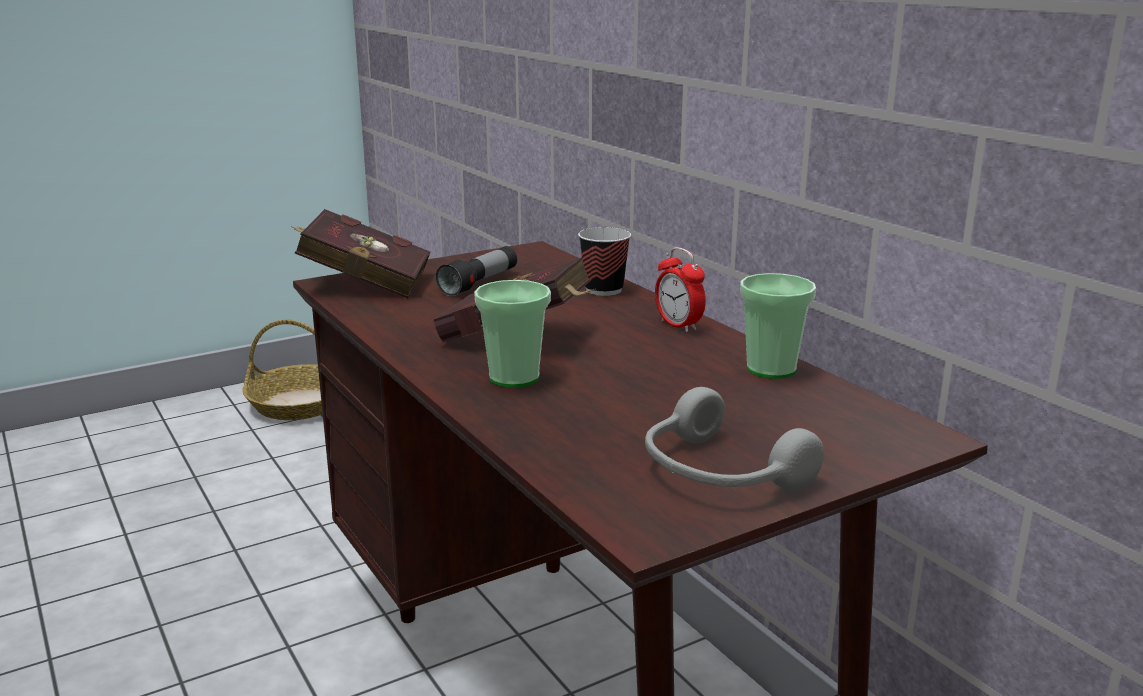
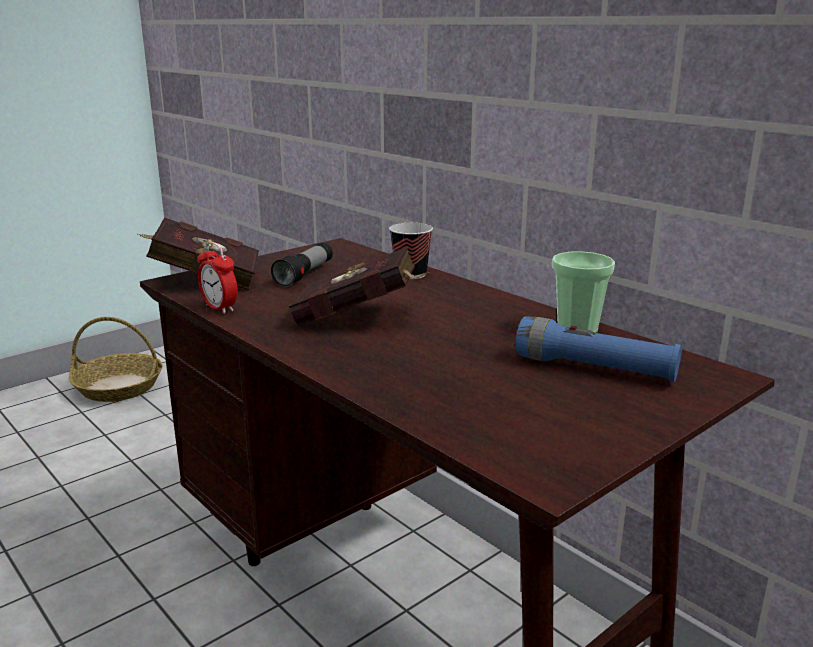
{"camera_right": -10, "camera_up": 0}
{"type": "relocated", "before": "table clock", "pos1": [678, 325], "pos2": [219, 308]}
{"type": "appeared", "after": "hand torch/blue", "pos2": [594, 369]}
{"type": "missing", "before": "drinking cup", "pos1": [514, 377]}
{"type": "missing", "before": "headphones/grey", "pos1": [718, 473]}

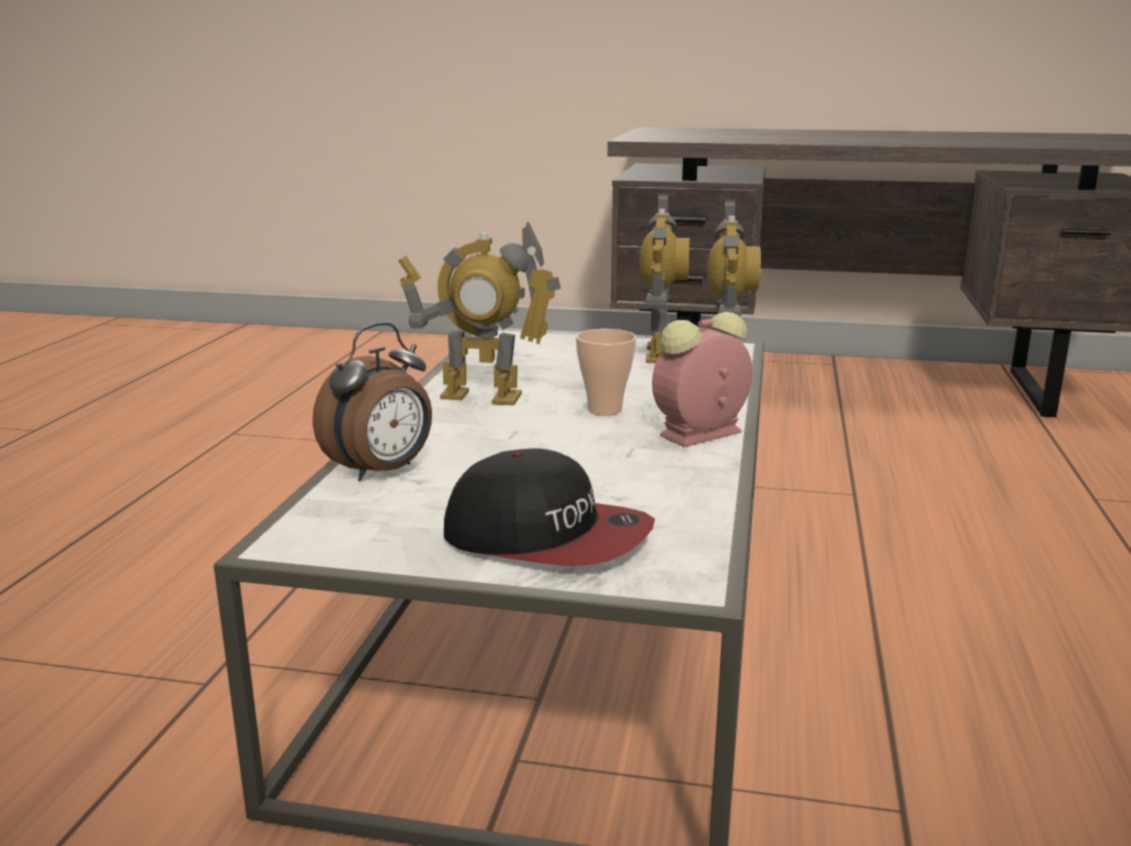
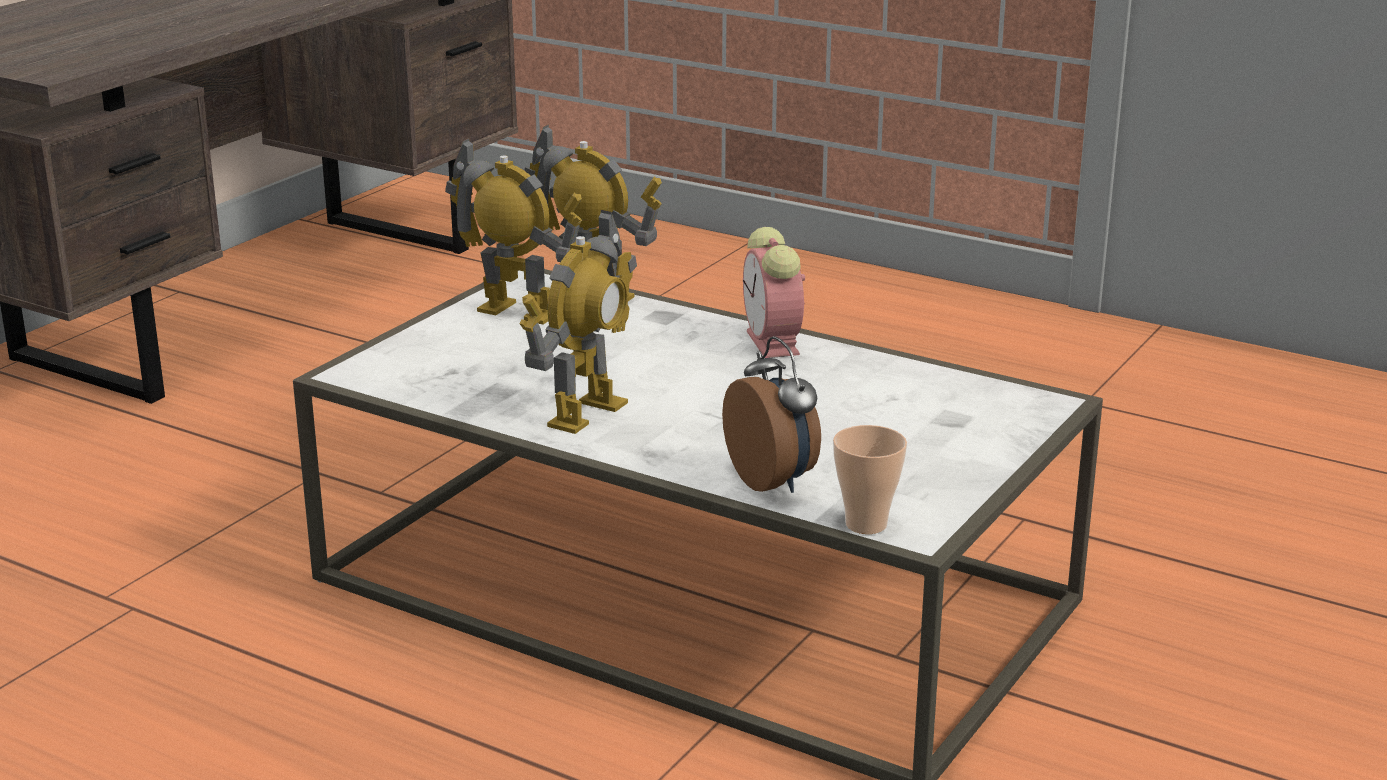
{"camera_right": -70, "camera_up": 5}
{"type": "relocated", "before": "drinking cup", "pos1": [605, 410], "pos2": [866, 524]}
{"type": "missing", "before": "peaked cap", "pos1": [547, 537]}

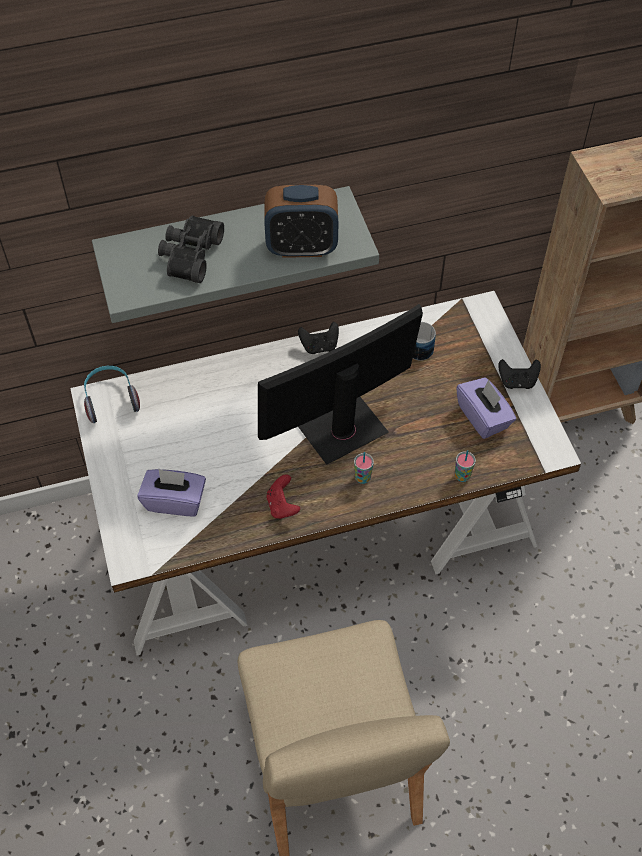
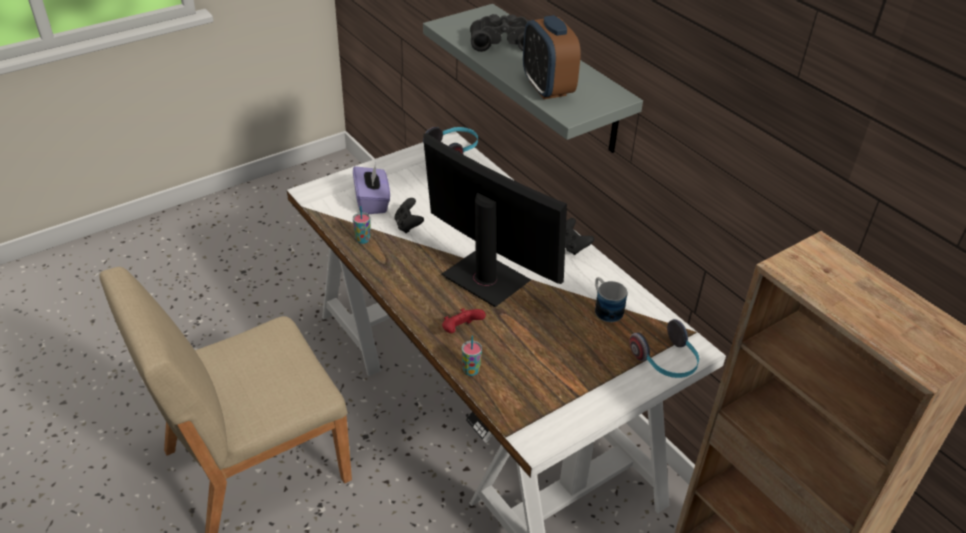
{"camera_right": 70, "camera_up": -15}
{"type": "relocated", "before": "drinking cup", "pos1": [362, 478], "pos2": [363, 240]}
{"type": "relocated", "before": "game controller/black", "pos1": [517, 382], "pos2": [408, 225]}
{"type": "relocated", "before": "game controller/red", "pos1": [282, 506], "pos2": [461, 330]}
{"type": "appeared", "after": "headphones", "pos2": [666, 362]}
{"type": "missing", "before": "box of tissues/purplish", "pos1": [483, 417]}

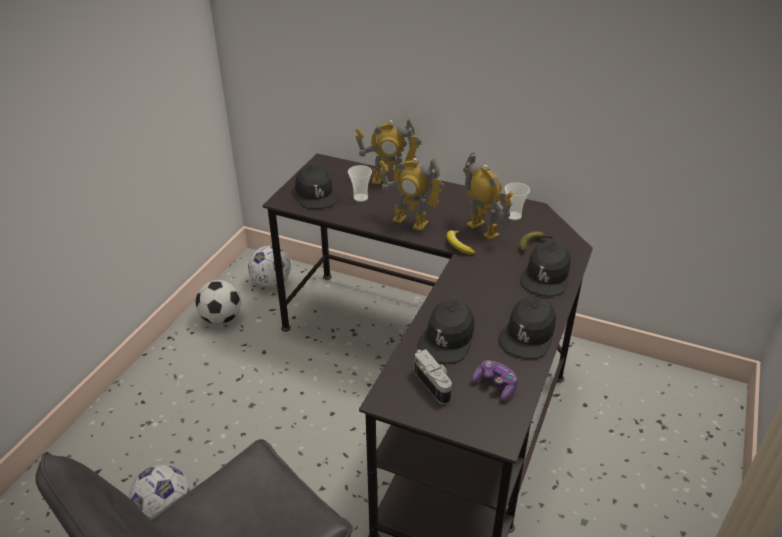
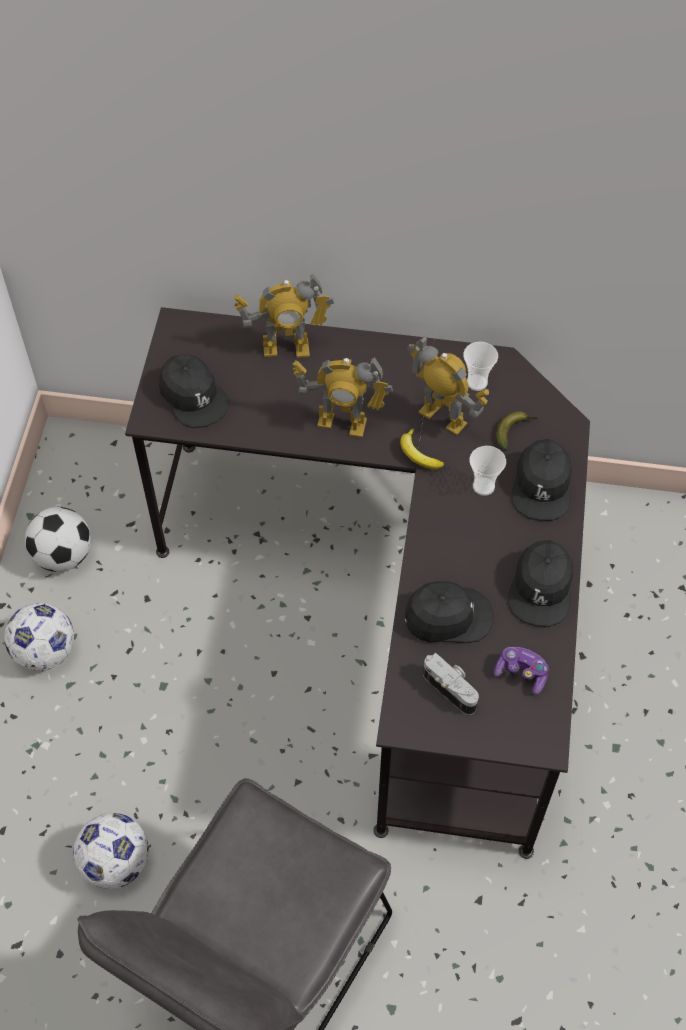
{"camera_right": -15, "camera_up": 20}
{"type": "relocated", "before": "football ball", "pos1": [272, 282], "pos2": [46, 651]}
{"type": "spun", "before": "peaked cap/black", "pos1": [447, 339], "pos2": [448, 617], "turn": -105}
{"type": "relocated", "before": "drinking cup", "pos1": [360, 198], "pos2": [483, 486]}

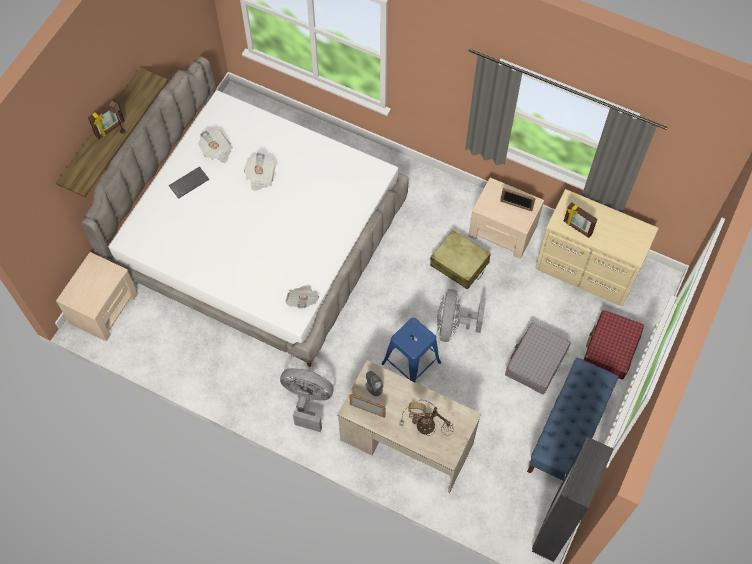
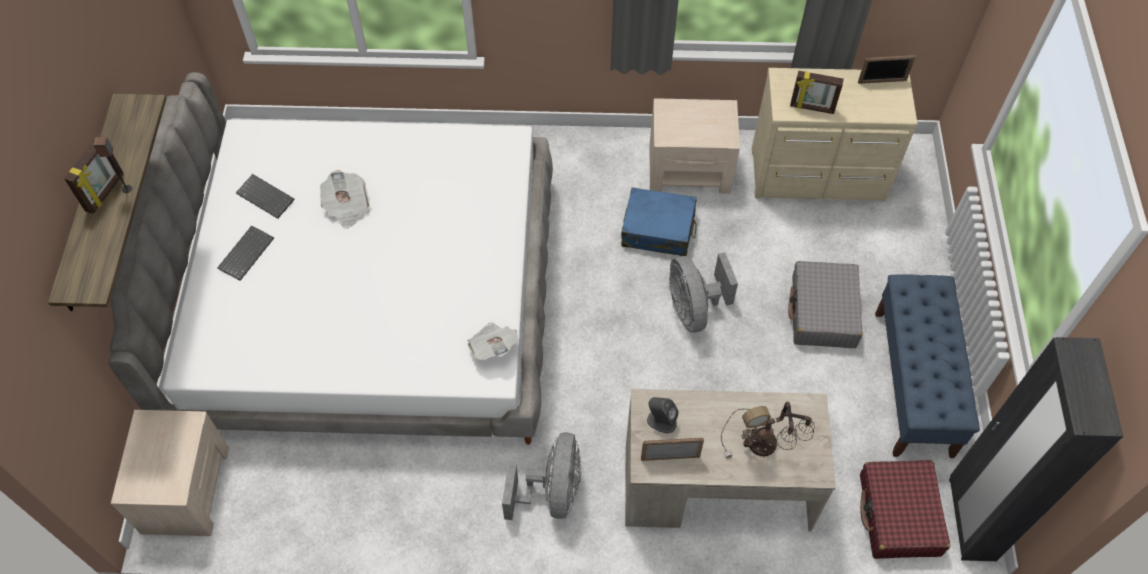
{"camera_right": -25, "camera_up": -5}
{"type": "exchanged", "before": "newspaper", "after": "keyboard", "pos1": [216, 151], "pos2": [267, 197]}
{"type": "spun", "before": "cooling fan/grey", "pos1": [308, 401], "pos2": [551, 492], "turn": 105}
{"type": "colour", "before": "travel case/beige", "after": "travel case/blue", "pos1": [459, 264], "pos2": [658, 230]}
{"type": "relocated", "before": "picture frame", "pos1": [516, 206], "pos2": [882, 81]}
{"type": "relocated", "before": "travel case/red", "pos1": [610, 348], "pos2": [899, 515]}
{"type": "missing", "before": "sitting stool/blue", "pos1": [411, 363]}

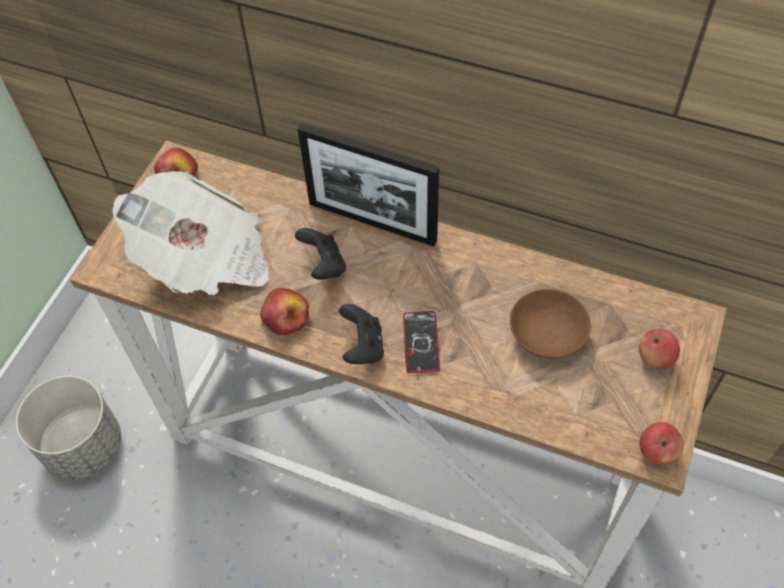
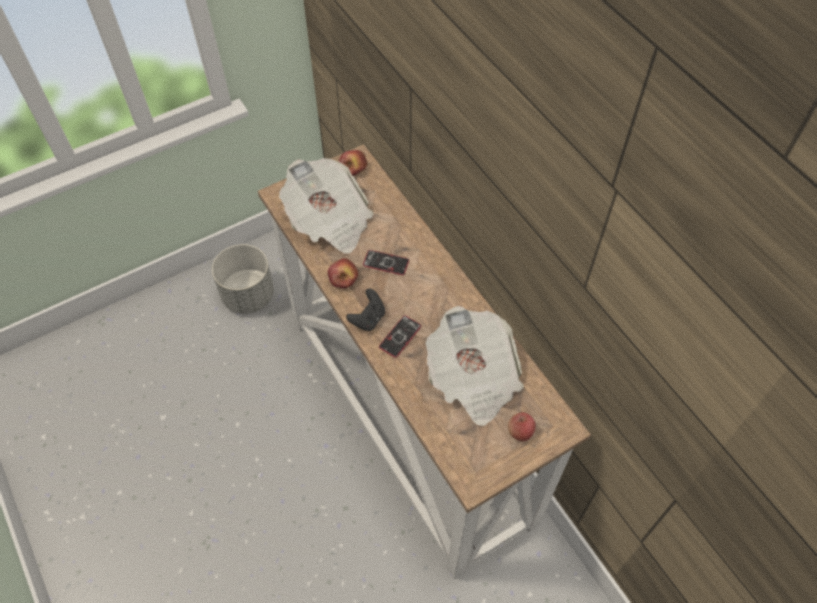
{"camera_right": 35, "camera_up": 0}
{"type": "exchanged", "before": "game controller/black", "after": "handset", "pos1": [324, 265], "pos2": [386, 263]}
{"type": "exchanged", "before": "bowl/brown-coloured", "after": "newspaper", "pos1": [549, 333], "pos2": [473, 378]}
{"type": "missing", "before": "picture frame", "pos1": [372, 222]}
{"type": "missing", "before": "apple", "pos1": [656, 451]}

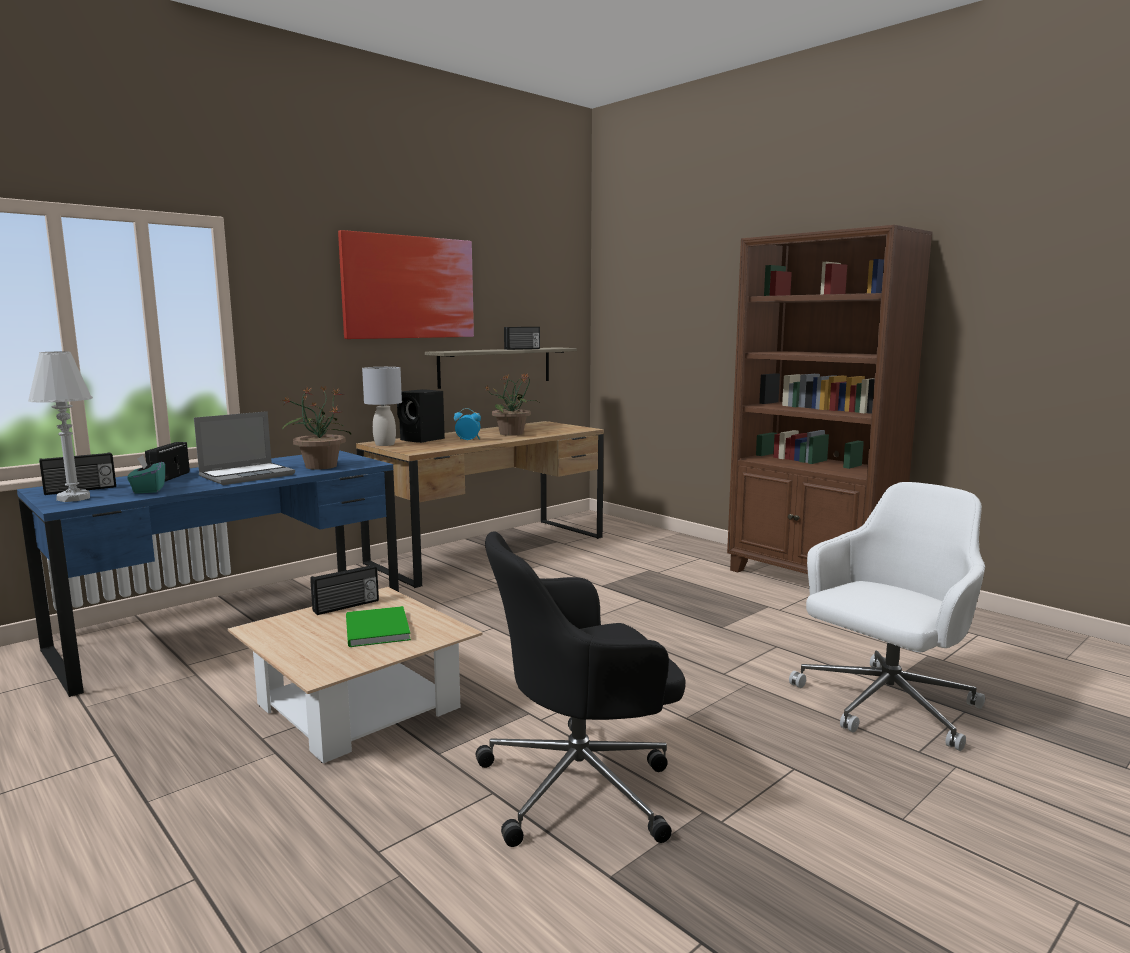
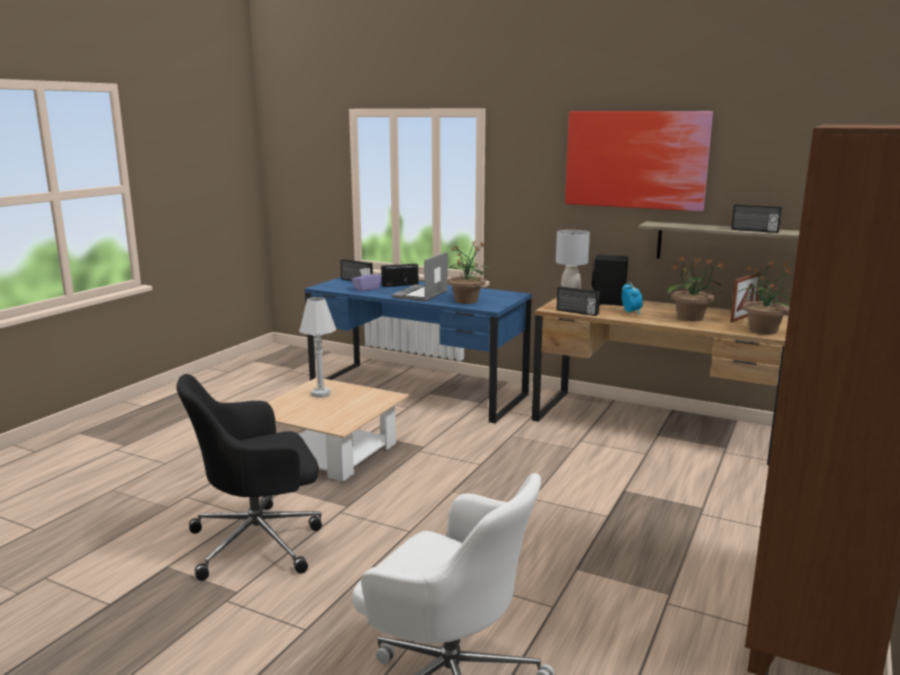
{"camera_right": 70, "camera_up": 5}
{"type": "spun", "before": "computer chair/black", "pos1": [581, 785], "pos2": [259, 541], "turn": -75}
{"type": "relocated", "before": "lamp for a table/whitish", "pos1": [73, 498], "pos2": [320, 394]}
{"type": "colour", "before": "box of tissues/blue-green", "after": "box of tissues/purplish", "pos1": [148, 490], "pos2": [366, 289]}
{"type": "spun", "before": "notebook computer", "pos1": [248, 475], "pos2": [421, 295], "turn": 90}
{"type": "relocated", "before": "radio", "pos1": [346, 606], "pos2": [577, 312]}
{"type": "appeared", "after": "picture frame", "pos2": [743, 317]}
{"type": "appeared", "after": "potted plant", "pos2": [763, 330]}
{"type": "missing", "before": "volume/green-coloured", "pos1": [375, 630]}

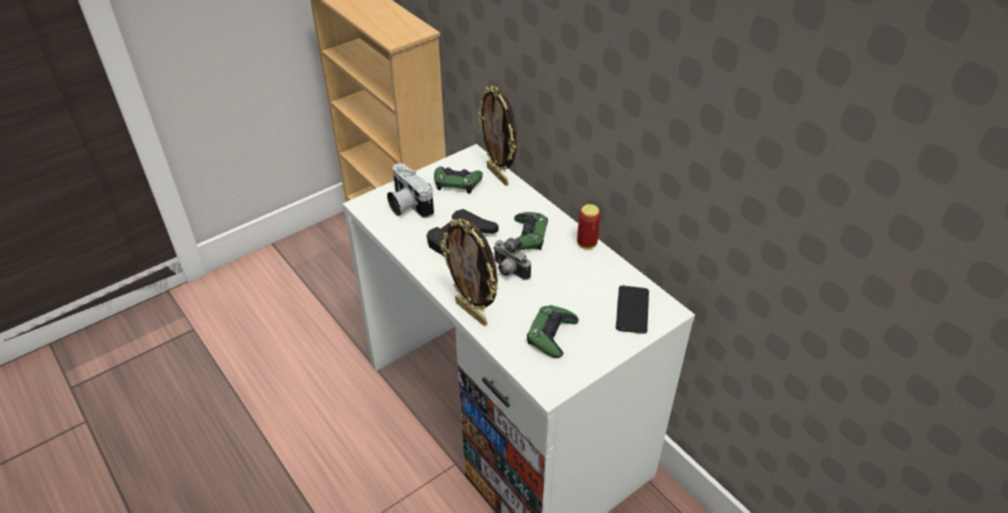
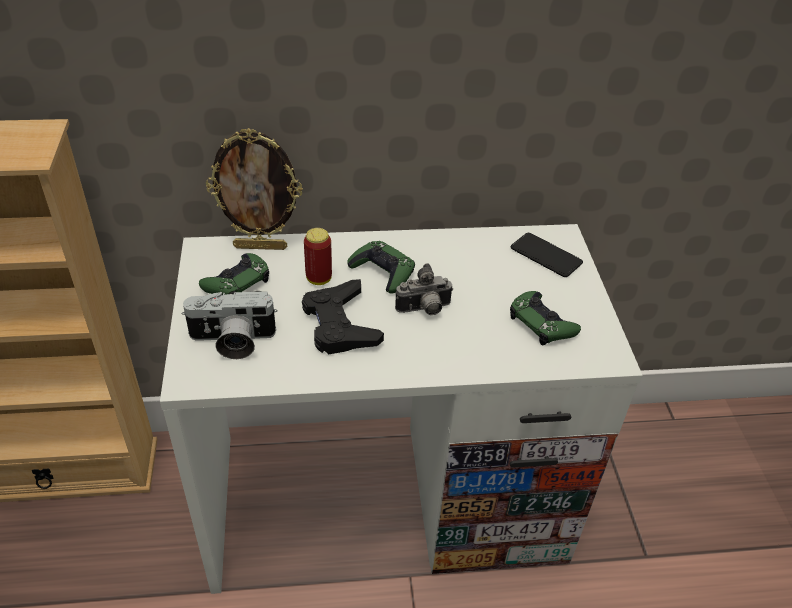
{"camera_right": -60, "camera_up": 0}
{"type": "relocated", "before": "can", "pos1": [587, 244], "pos2": [319, 279]}
{"type": "missing", "before": "picture frame", "pos1": [472, 312]}

